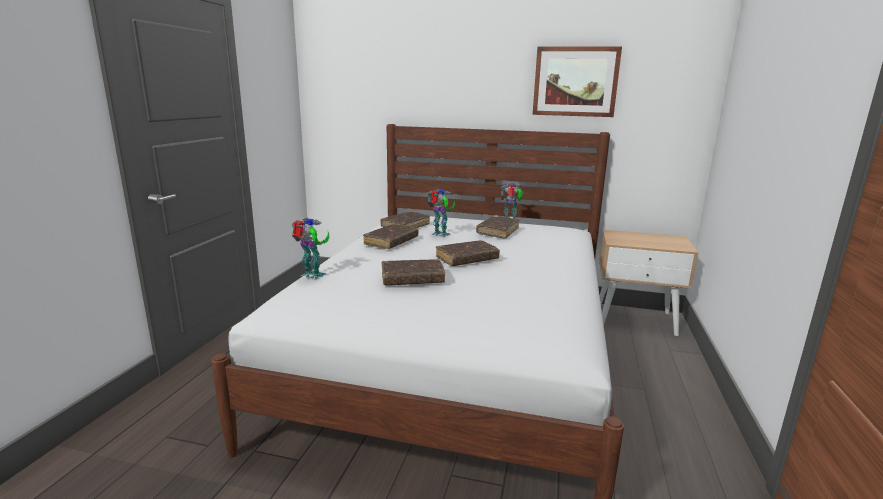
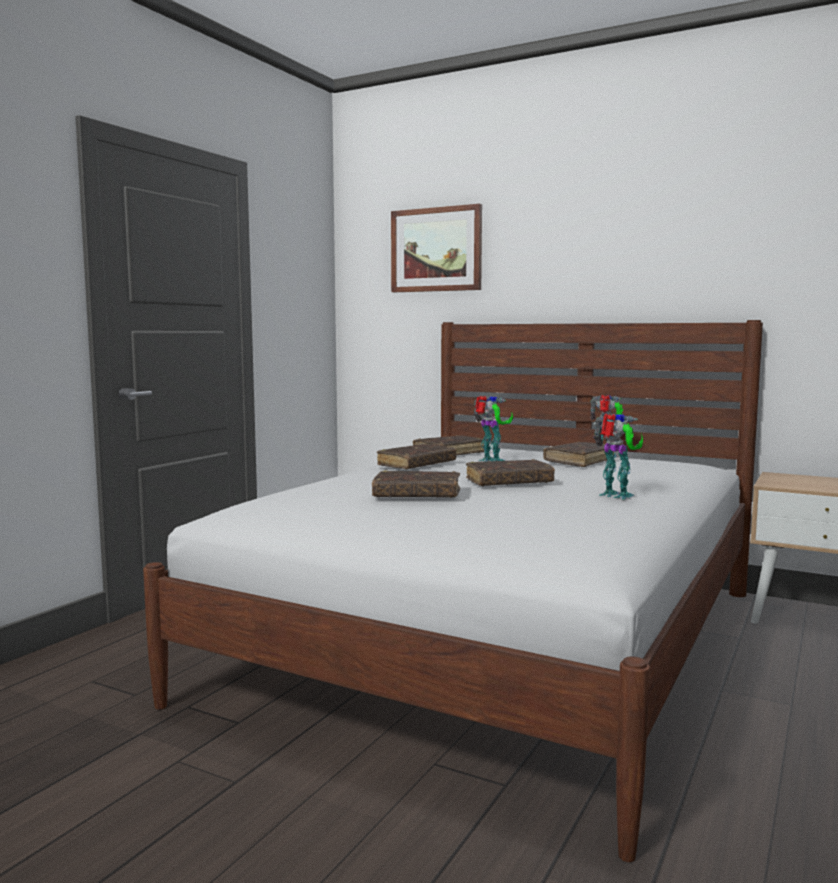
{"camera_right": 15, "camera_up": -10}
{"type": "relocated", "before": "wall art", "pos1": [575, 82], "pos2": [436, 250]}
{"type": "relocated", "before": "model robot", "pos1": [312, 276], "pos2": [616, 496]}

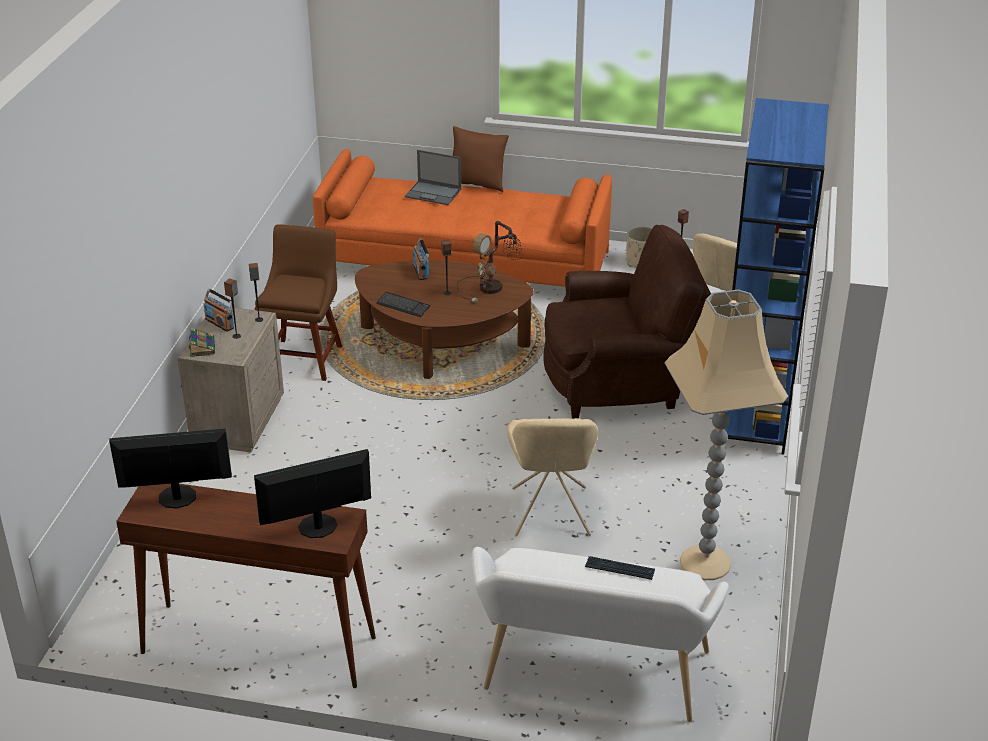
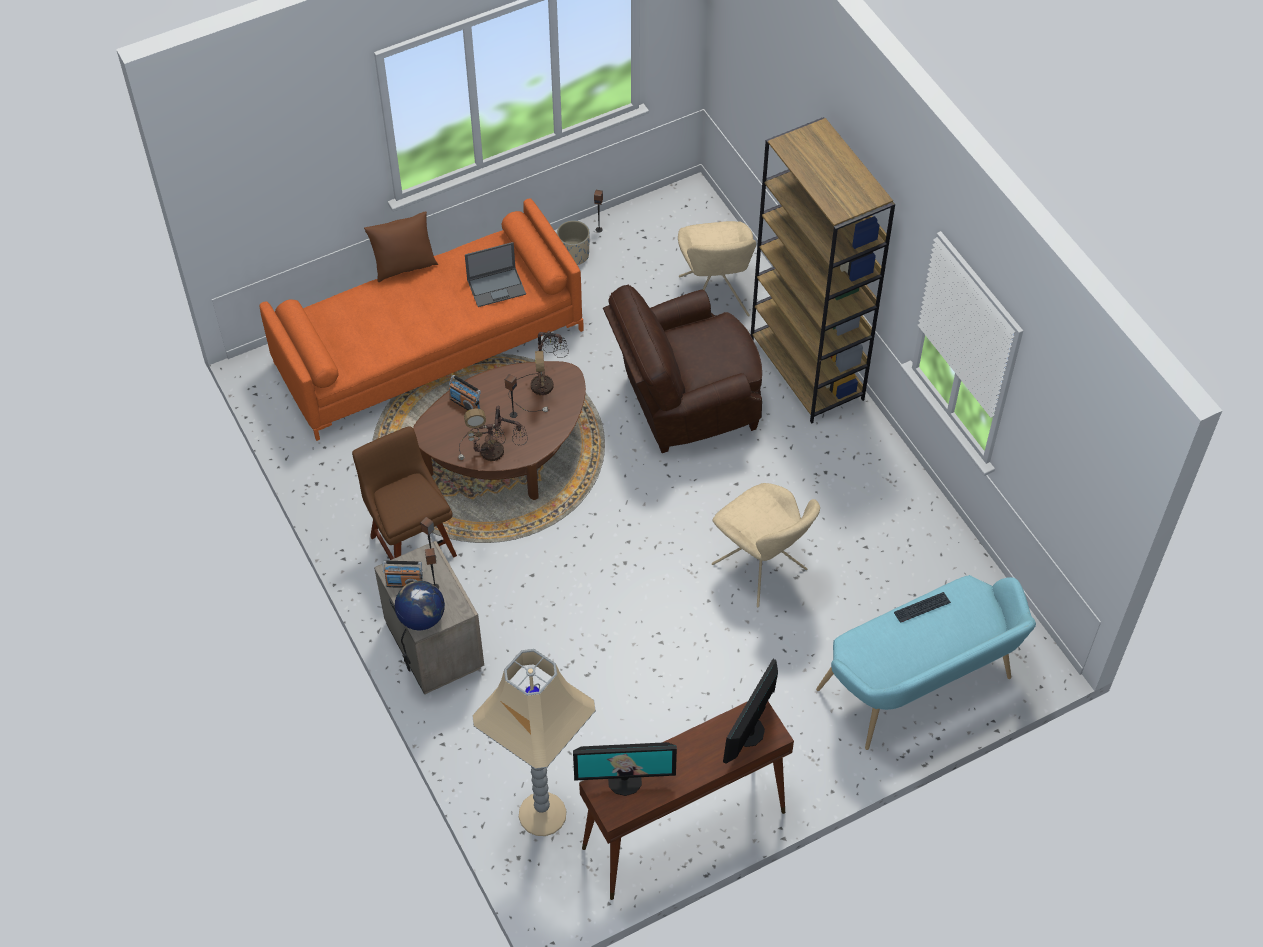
{"camera_right": -40, "camera_up": 20}
{"type": "exchanged", "before": "volume", "after": "desk globe", "pos1": [202, 347], "pos2": [421, 618]}
{"type": "exchanged", "before": "keyboard", "after": "lamp for a table", "pos1": [403, 306], "pos2": [493, 452]}
{"type": "relocated", "before": "notebook computer", "pos1": [434, 193], "pos2": [497, 286]}
{"type": "relocated", "before": "standard lamp/beige", "pos1": [704, 563], "pos2": [542, 815]}
{"type": "spun", "before": "computer display", "pos1": [177, 497], "pos2": [625, 780], "turn": -135}
{"type": "spun", "before": "armchair/brown-coloured", "pos1": [619, 382], "pos2": [684, 403], "turn": -150}
{"type": "colour", "before": "bookcase/blue", "after": "bookcase/brown-coloured", "pos1": [754, 411], "pos2": [807, 369]}
{"type": "colour", "before": "bench/whitish", "after": "bench/blue-green", "pos1": [591, 677], "pos2": [921, 689]}

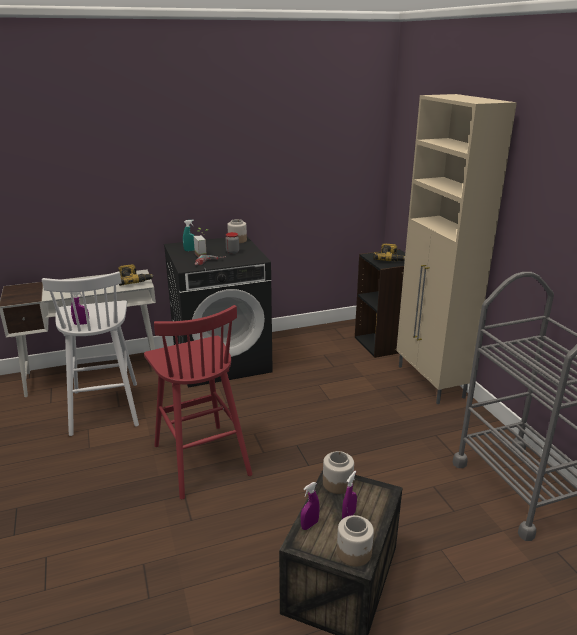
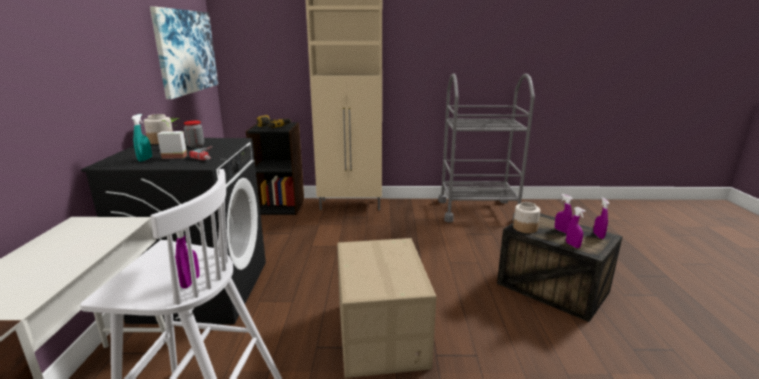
{"camera_right": -70, "camera_up": -5}
{"type": "appeared", "after": "wall art", "pos2": [186, 51]}
{"type": "exchanged", "before": "sitting stool/red", "after": "carton", "pos1": [200, 459], "pos2": [382, 334]}
{"type": "exchanged", "before": "preserve jar", "after": "sprayer/purplish", "pos1": [354, 552], "pos2": [598, 236]}
{"type": "missing", "before": "power drill", "pos1": [134, 280]}

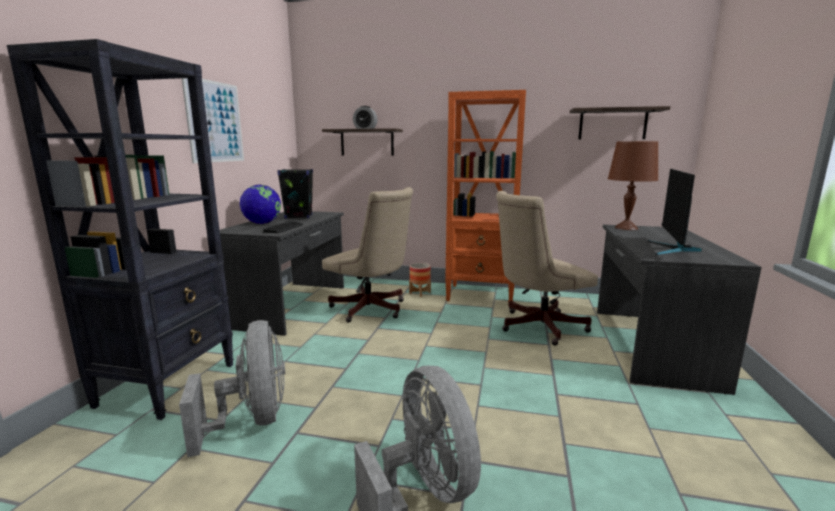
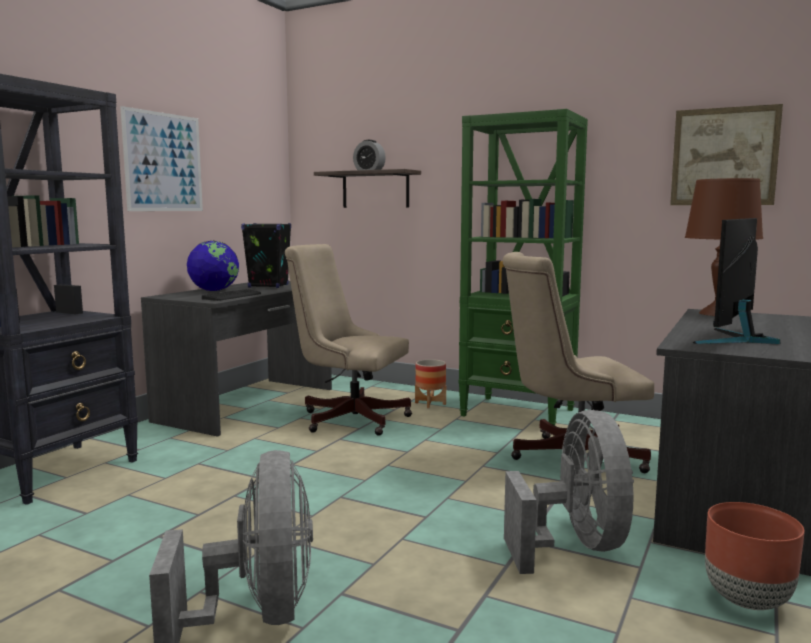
{"camera_right": 15, "camera_up": -5}
{"type": "spun", "before": "computer chair/beige", "pos1": [372, 310], "pos2": [348, 418], "turn": 150}
{"type": "colour", "before": "bookcase/orangey", "after": "bookcase/green-coloured", "pos1": [481, 295], "pos2": [518, 413]}
{"type": "relocated", "before": "cooling fan/grey", "pos1": [252, 420], "pos2": [575, 546]}
{"type": "exchanged", "before": "shelf", "after": "wall art", "pos1": [612, 124], "pos2": [724, 157]}
{"type": "appeared", "after": "plant pot/brown-coloured", "pos2": [748, 600]}

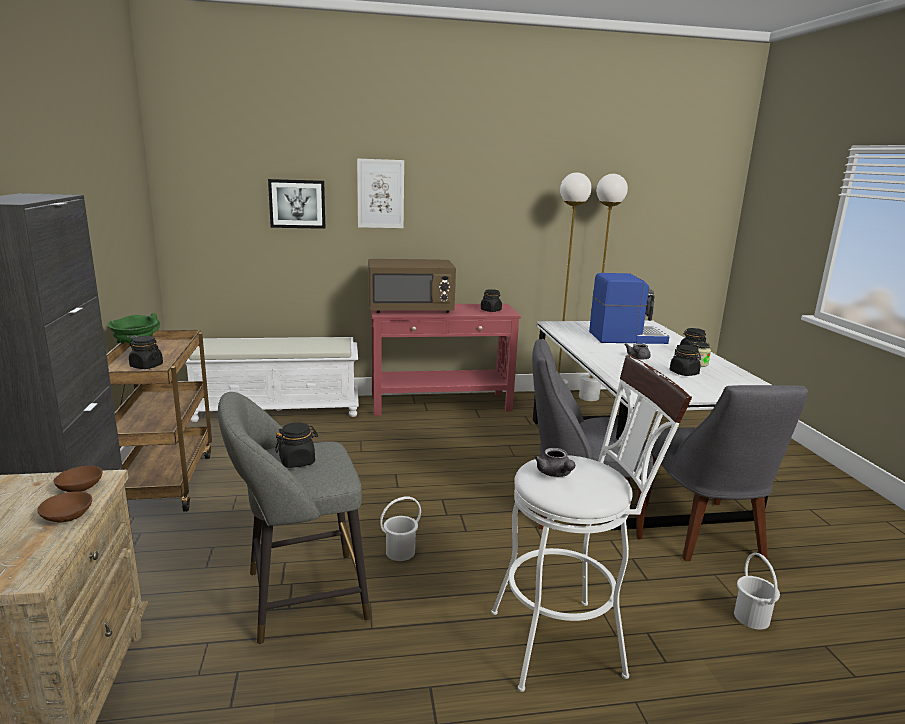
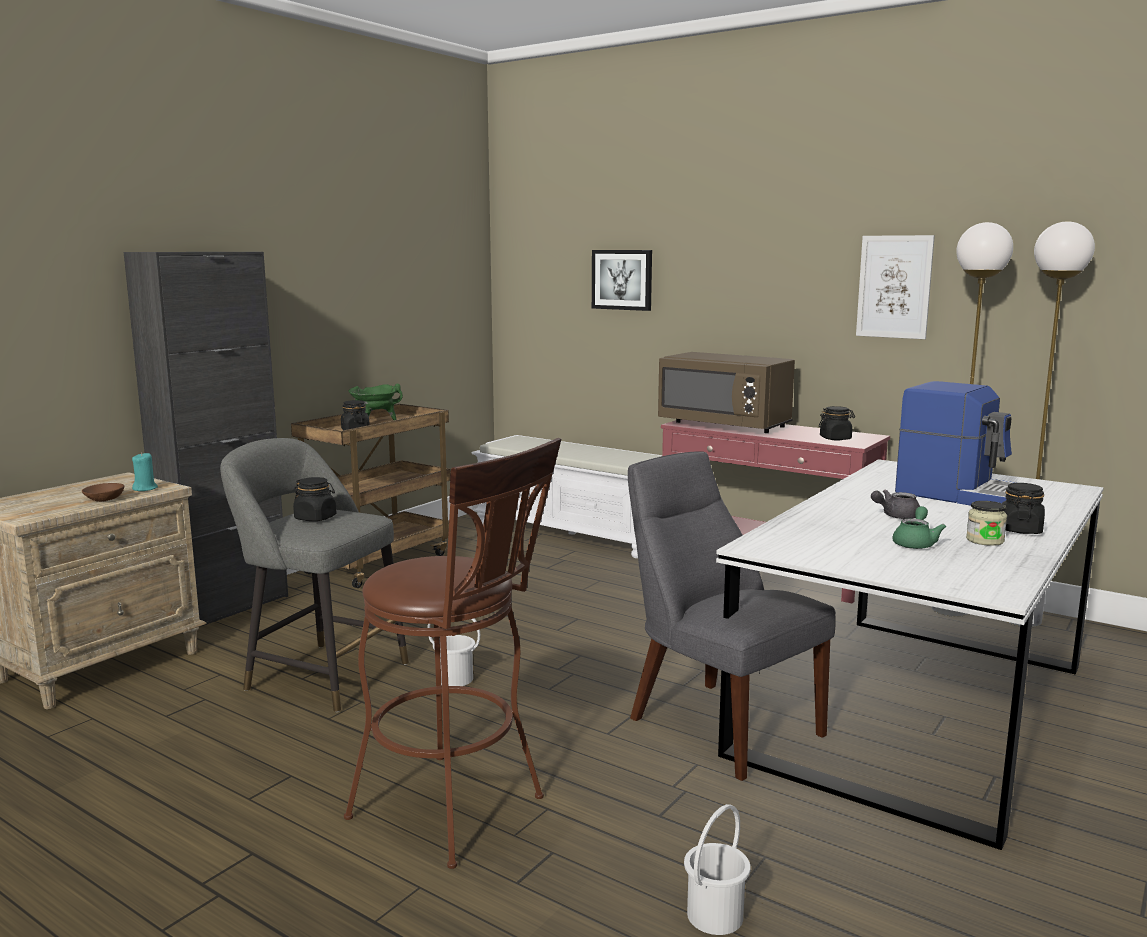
{"camera_right": 45, "camera_up": -5}
{"type": "exchanged", "before": "bowl/brown-coloured", "after": "candle/blue-green", "pos1": [81, 488], "pos2": [145, 489]}
{"type": "colour", "before": "sitting stool/whitish", "after": "sitting stool/brown-coloured", "pos1": [568, 641], "pos2": [459, 812]}
{"type": "relocated", "before": "wall art", "pos1": [380, 194], "pos2": [894, 287]}
{"type": "exchanged", "before": "preserve jar/black", "after": "pot for tea/green-coloured", "pos1": [684, 373], "pos2": [915, 543]}
{"type": "missing", "before": "pot for tea/grey", "pos1": [555, 474]}
{"type": "missing", "before": "chair/grey", "pos1": [703, 533]}

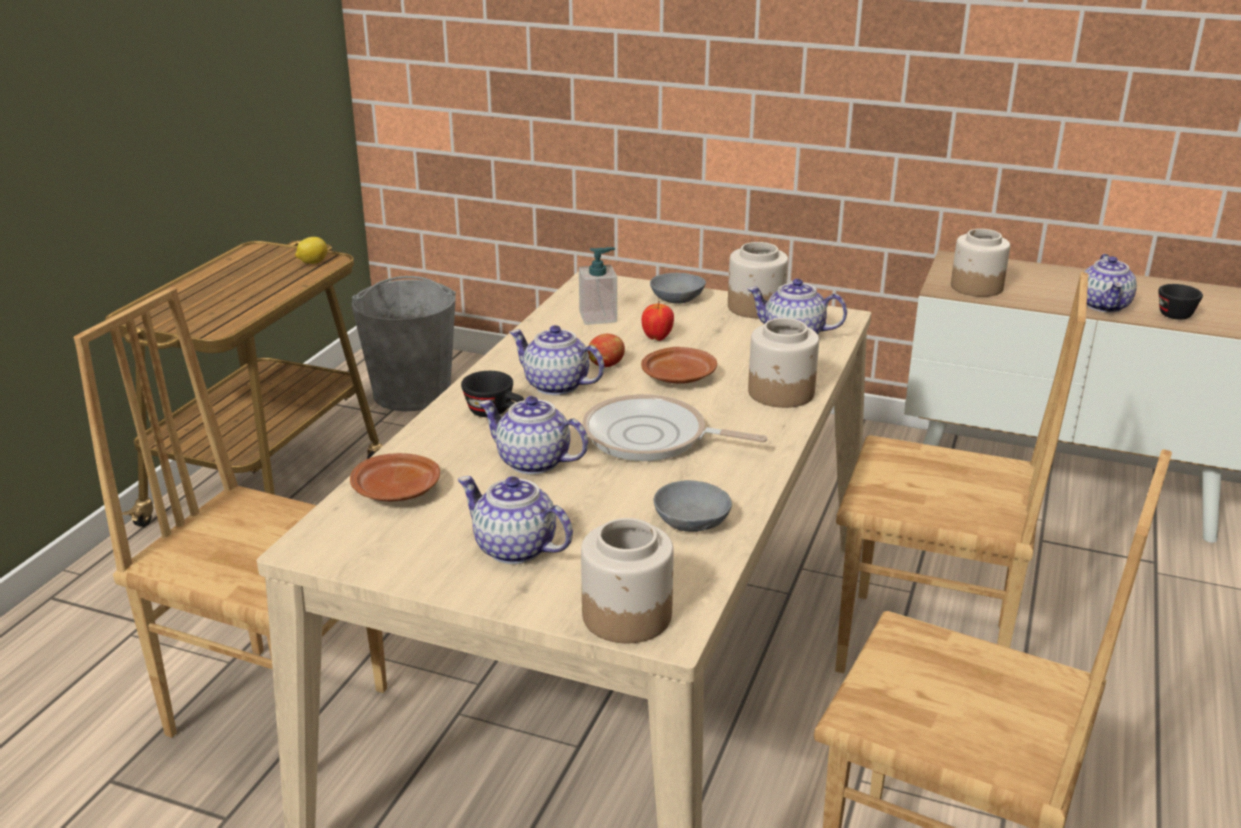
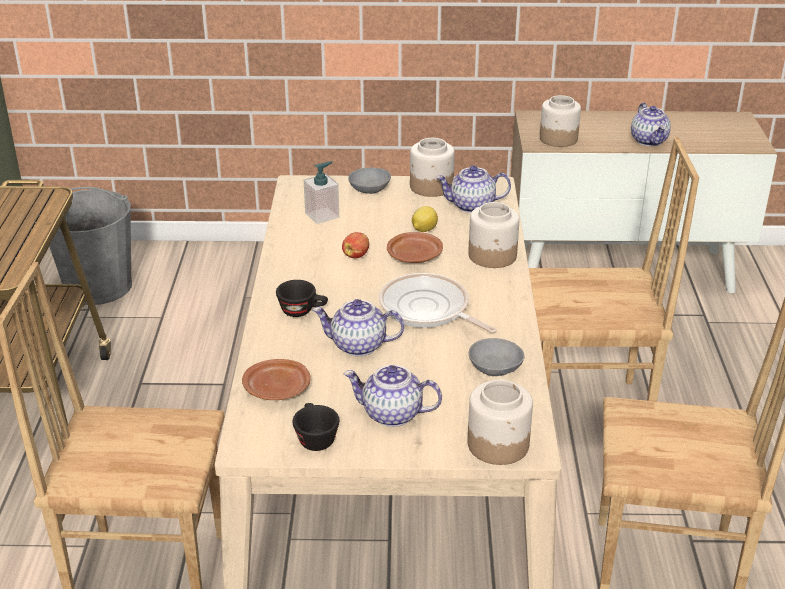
{"camera_right": -20, "camera_up": 5}
{"type": "relocated", "before": "drinking cup/black", "pos1": [1172, 313], "pos2": [314, 438]}
{"type": "spun", "before": "frying pan", "pos1": [651, 438], "pos2": [428, 309], "turn": 45}
{"type": "relocated", "before": "whole lemon", "pos1": [312, 262], "pos2": [423, 230]}
{"type": "missing", "before": "pot for tea", "pos1": [555, 385]}
{"type": "missing", "before": "apple", "pos1": [657, 338]}

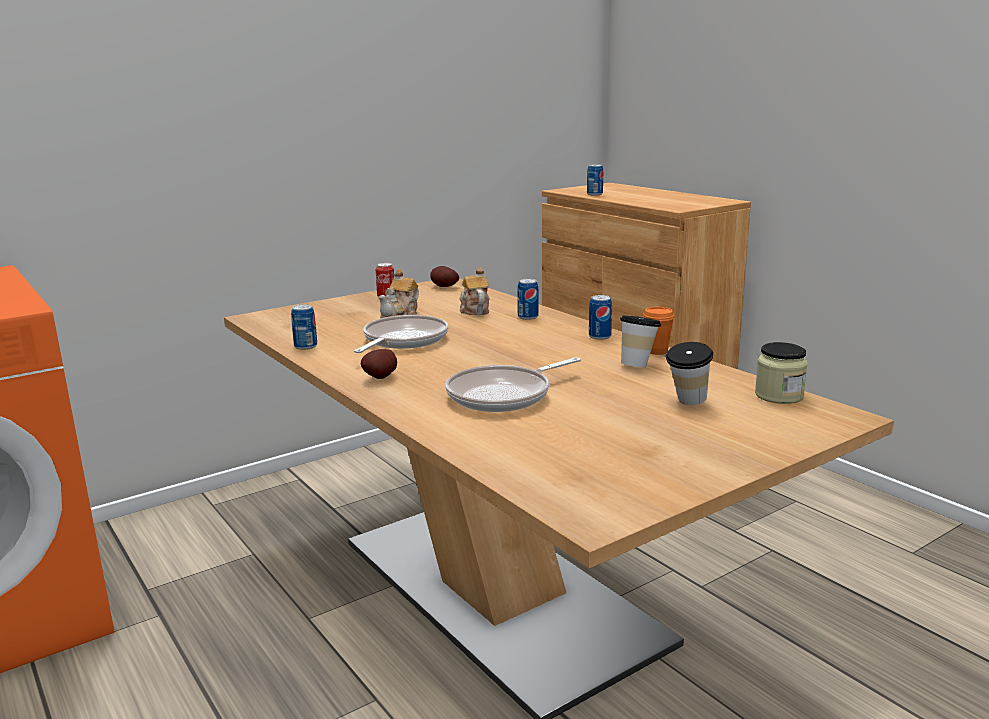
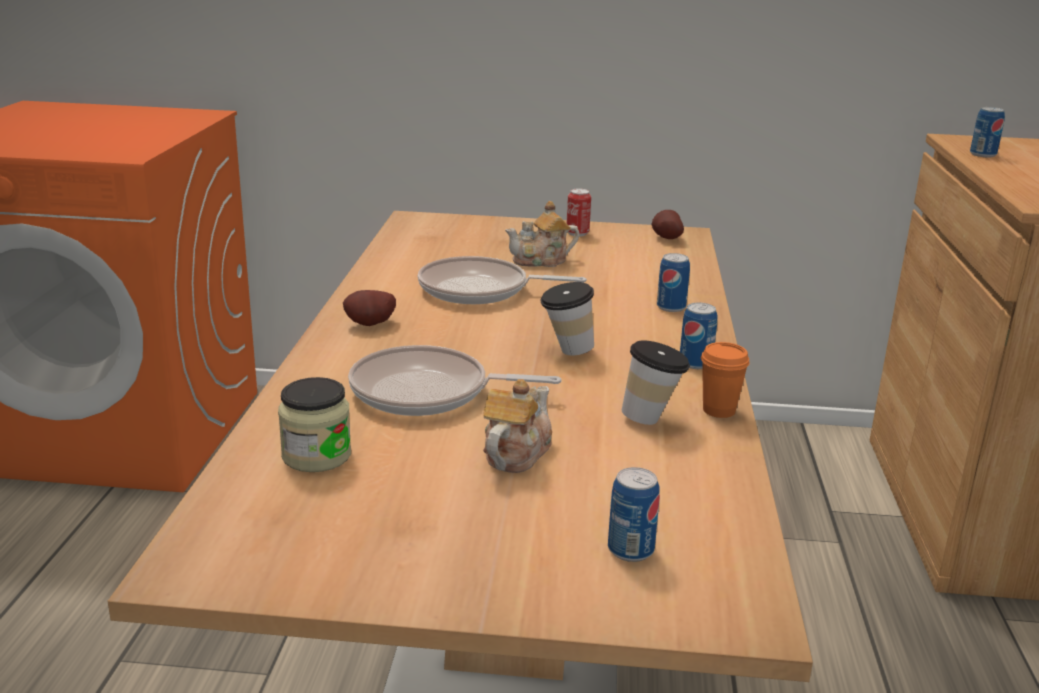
{"camera_right": 40, "camera_up": 5}
{"type": "relocated", "before": "preserve jar", "pos1": [779, 395], "pos2": [316, 456]}
{"type": "spun", "before": "frying pan", "pos1": [402, 341], "pos2": [480, 290], "turn": -150}
{"type": "relocated", "before": "pot for tea", "pos1": [474, 310], "pos2": [515, 453]}
{"type": "relocated", "before": "drinking cup", "pos1": [687, 403], "pos2": [566, 351]}
{"type": "relocated", "before": "can", "pos1": [305, 346], "pos2": [630, 550]}

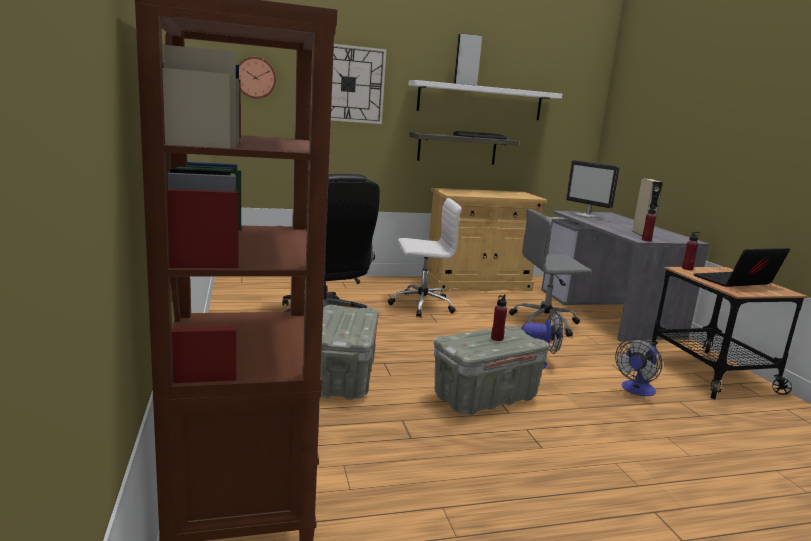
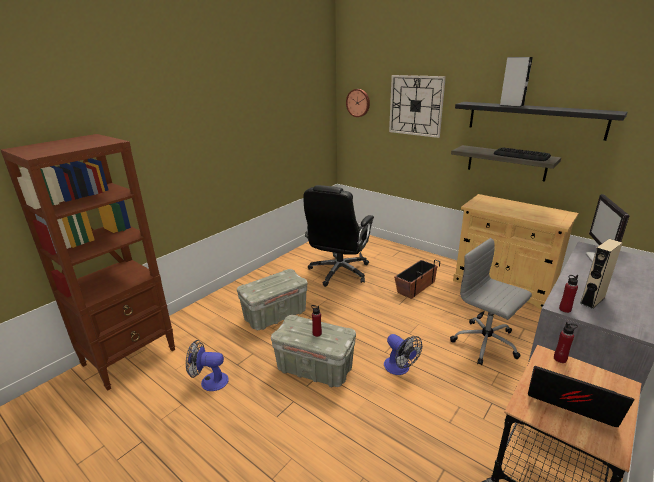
{"camera_right": 55, "camera_up": 10}
{"type": "relocated", "before": "cooling fan", "pos1": [636, 390], "pos2": [209, 381]}
{"type": "exchanged", "before": "computer chair/whitish", "after": "plant pot", "pos1": [420, 305], "pos2": [415, 287]}
{"type": "colour", "before": "shelf/whitish", "after": "shelf/black", "pos1": [480, 101], "pos2": [534, 119]}

